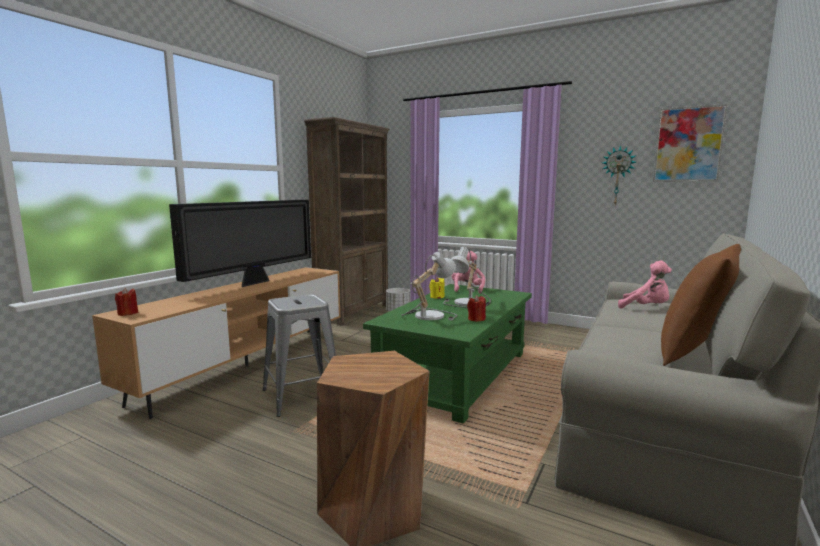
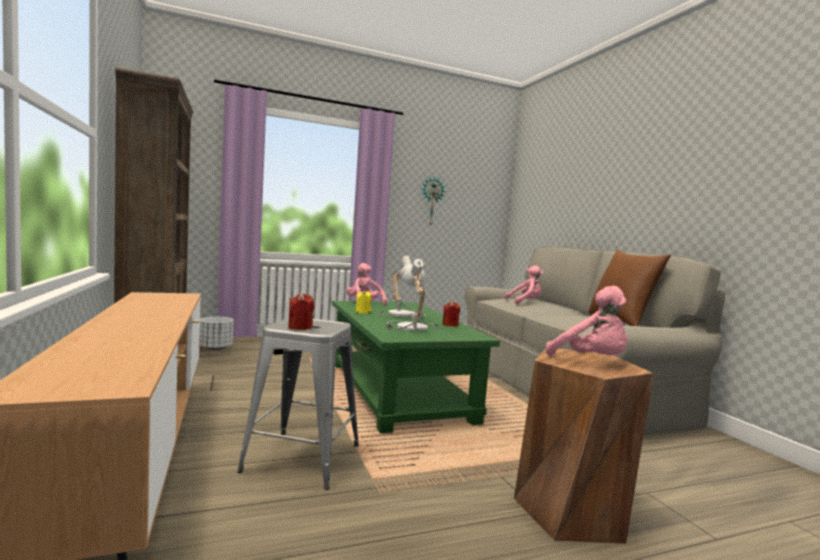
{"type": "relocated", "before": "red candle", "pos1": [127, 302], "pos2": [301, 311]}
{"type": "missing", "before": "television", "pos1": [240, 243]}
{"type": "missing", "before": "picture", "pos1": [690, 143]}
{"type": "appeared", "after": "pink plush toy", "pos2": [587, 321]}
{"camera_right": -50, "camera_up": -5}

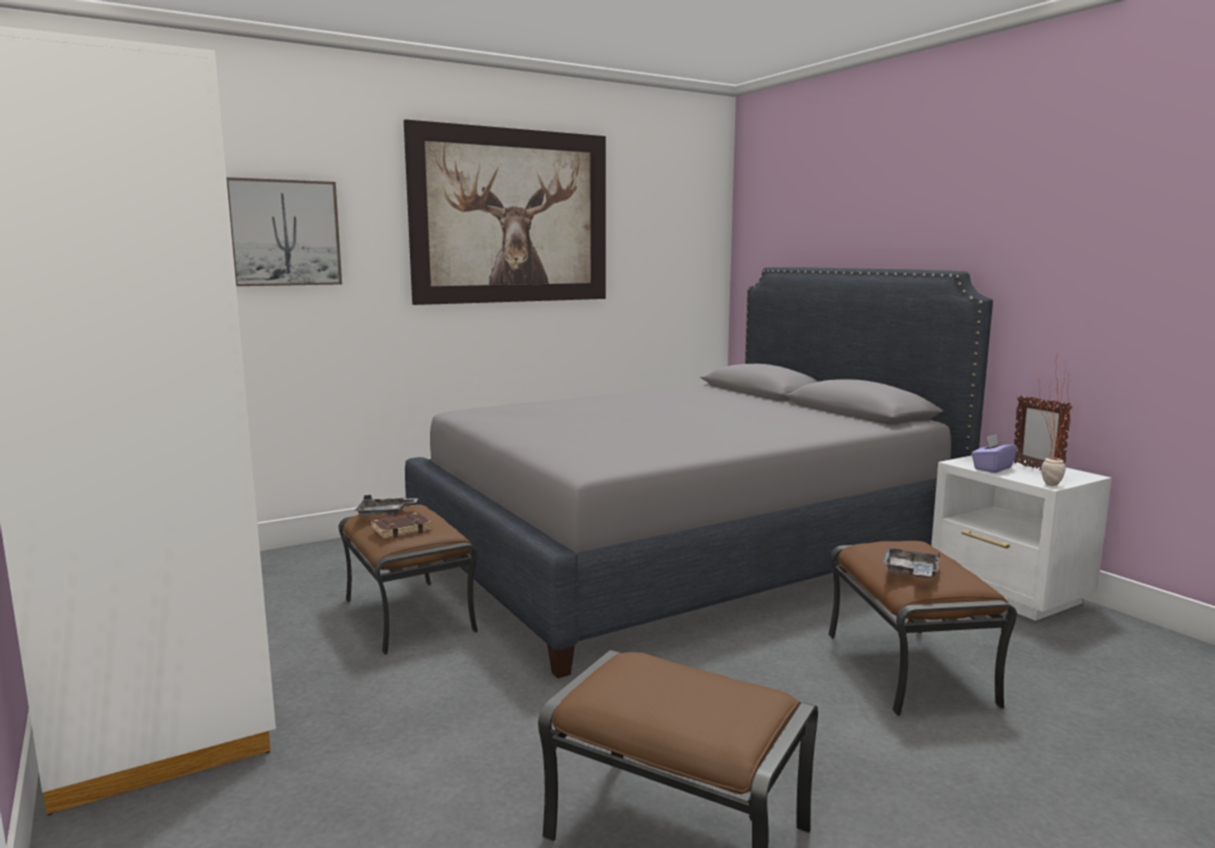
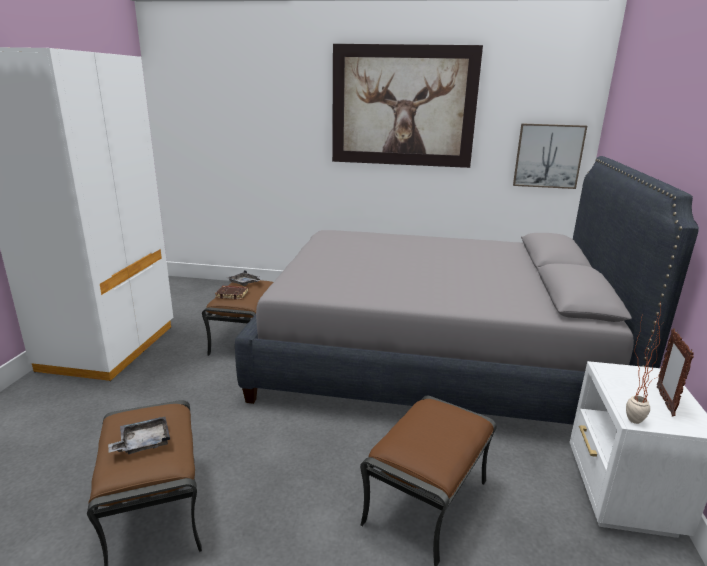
{"type": "relocated", "before": "picture", "pos1": [284, 231], "pos2": [550, 156]}
{"type": "relocated", "before": "grey tray", "pos1": [911, 562], "pos2": [139, 435]}
{"type": "missing", "before": "purple tissue box", "pos1": [994, 453]}
{"camera_right": 40, "camera_up": 10}

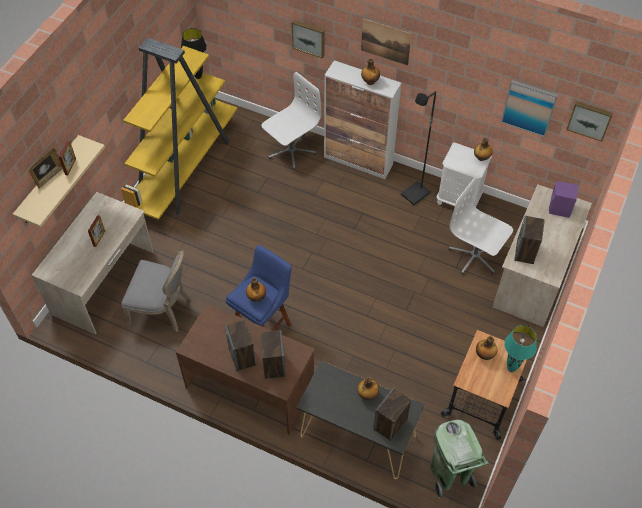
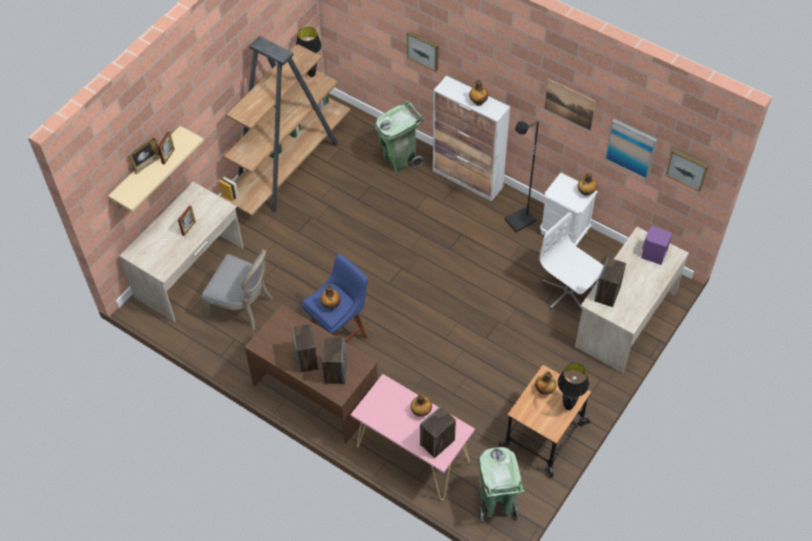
{"type": "colour", "before": "yellow bookcase", "after": "brown bookcase", "pos1": [179, 128], "pos2": [284, 126]}
{"type": "exchanged", "before": "white office chair", "after": "green trash can", "pos1": [291, 121], "pos2": [399, 137]}
{"type": "colour", "before": "black console table", "after": "pink console table", "pos1": [360, 420], "pos2": [413, 437]}
{"type": "relocated", "before": "picture", "pos1": [386, 42], "pos2": [570, 105]}
{"type": "colour", "before": "turquoise table lamp", "after": "black table lamp", "pos1": [520, 348], "pos2": [573, 386]}
{"camera_right": 10, "camera_up": 0}

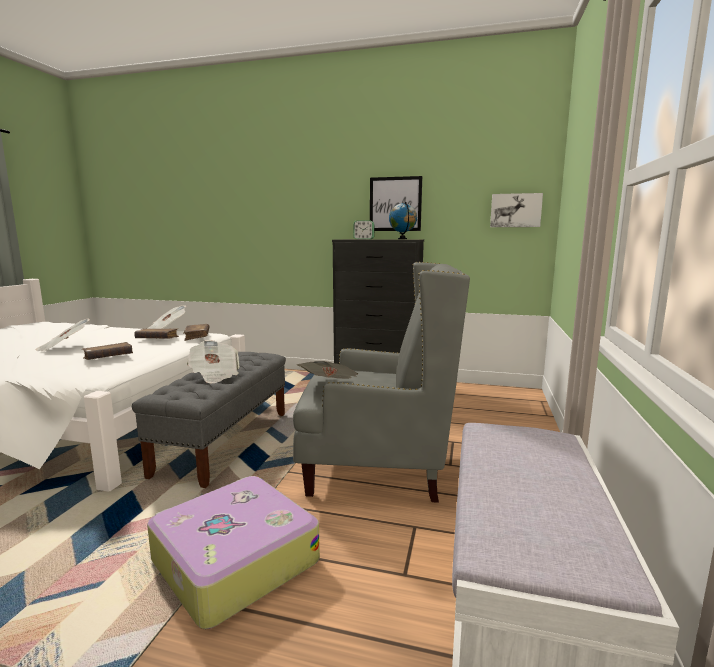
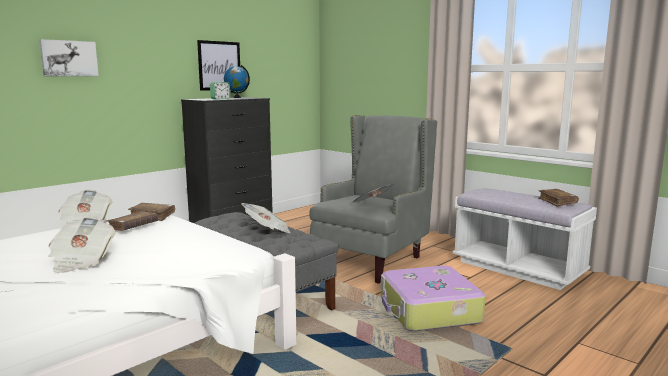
{"type": "relocated", "before": "brown book", "pos1": [107, 351], "pos2": [558, 198]}
{"type": "relocated", "before": "picture", "pos1": [516, 210], "pos2": [69, 57]}
{"camera_right": -60, "camera_up": 0}

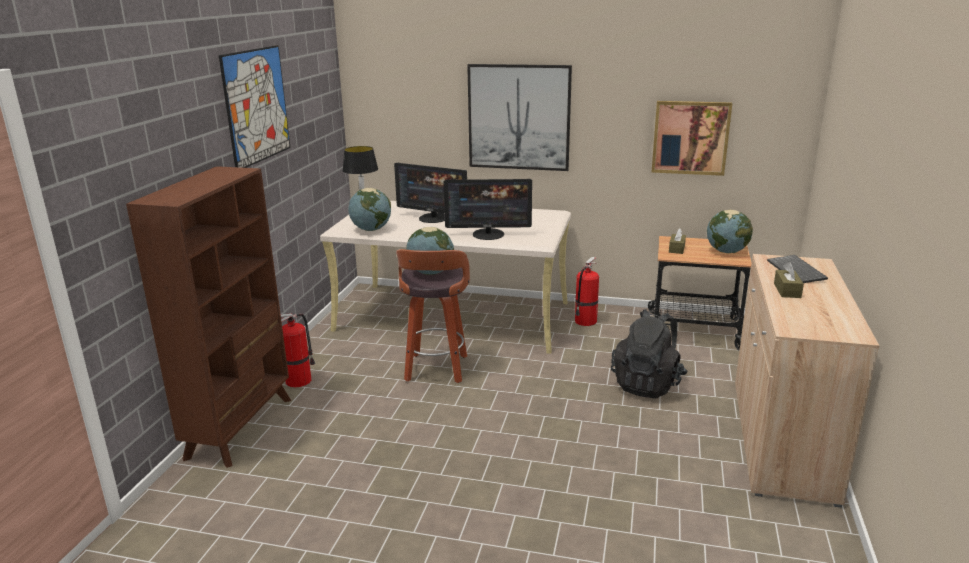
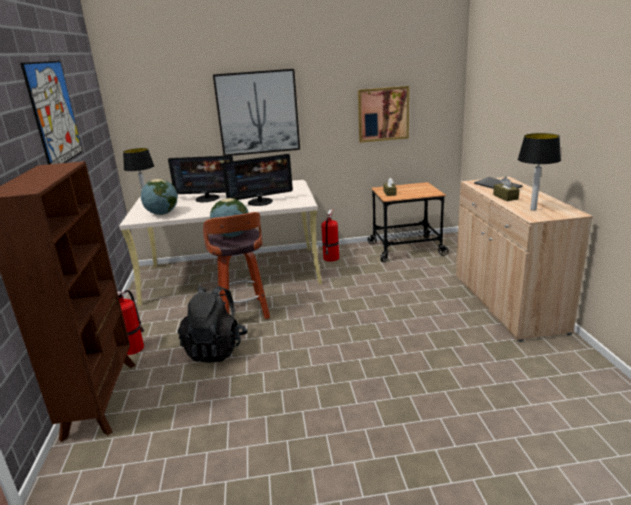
{"type": "relocated", "before": "black backpack", "pos1": [649, 353], "pos2": [213, 324]}
{"type": "missing", "before": "globe", "pos1": [730, 231]}
{"type": "appeared", "after": "table lamp", "pos2": [539, 172]}
{"camera_right": -20, "camera_up": 0}

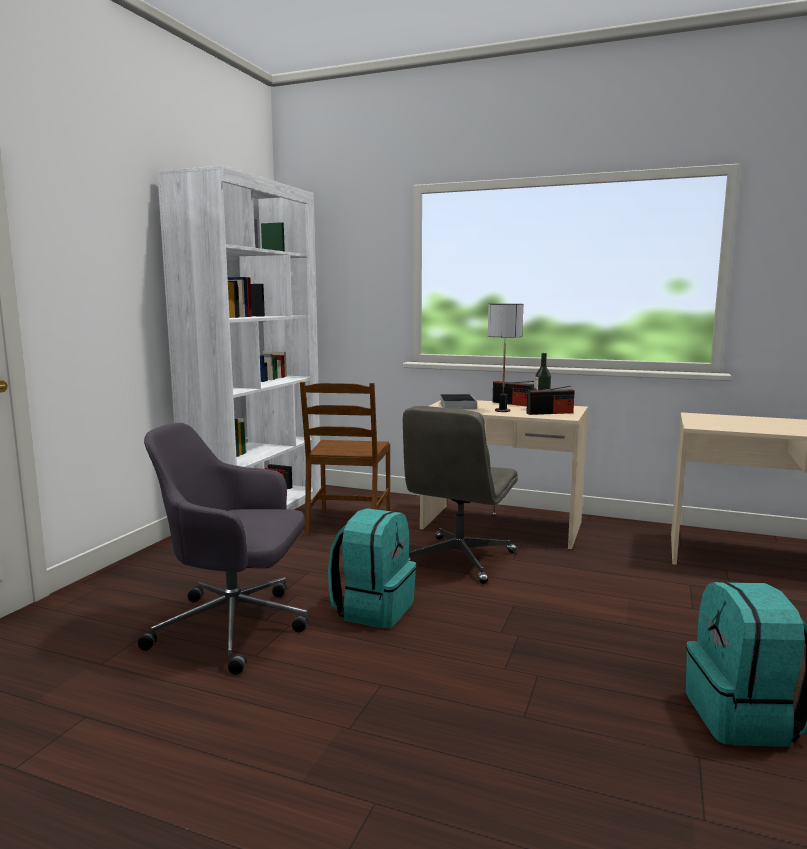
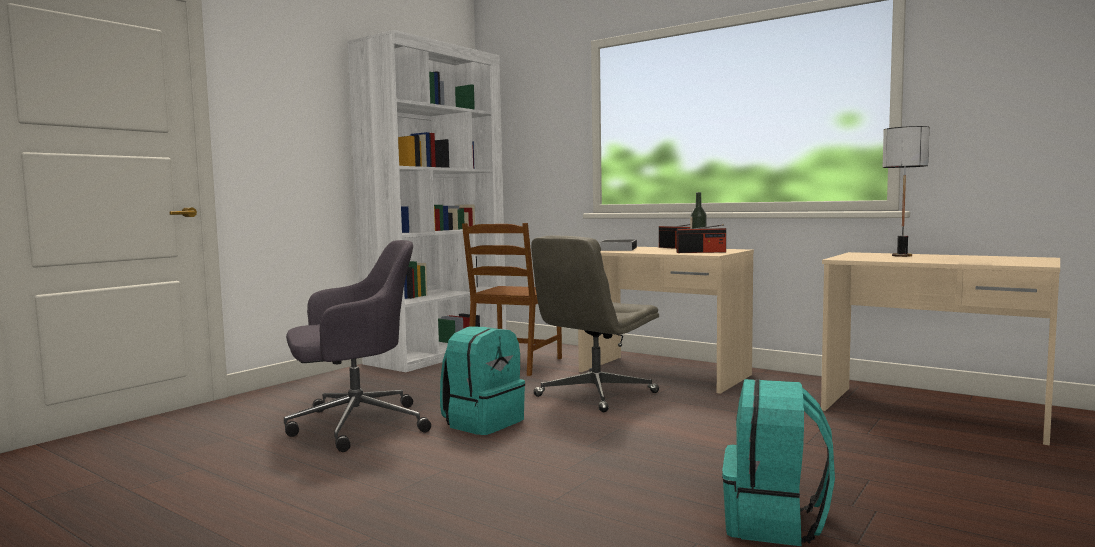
{"type": "spun", "before": "grey office chair", "pos1": [223, 549], "pos2": [357, 346], "turn": 135}
{"type": "relocated", "before": "table lamp", "pos1": [505, 358], "pos2": [906, 191]}
{"camera_right": 15, "camera_up": -5}

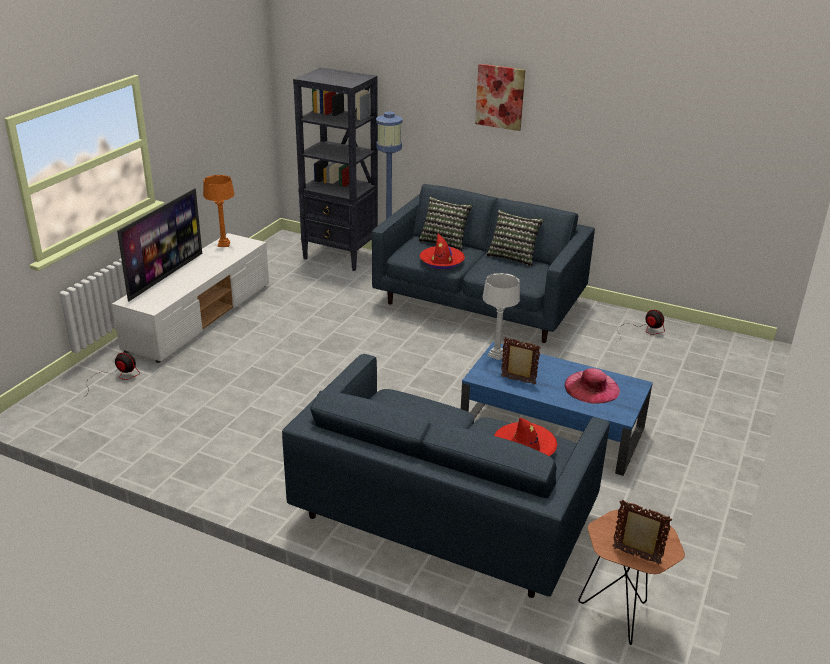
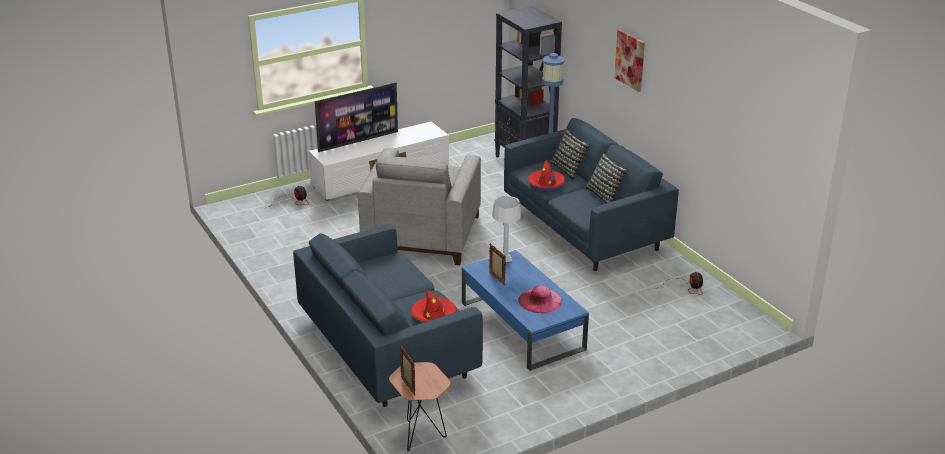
{"type": "missing", "before": "orange table lamp", "pos1": [219, 211]}
{"type": "appeared", "after": "grey armchair", "pos2": [419, 206]}
{"camera_right": 35, "camera_up": 0}

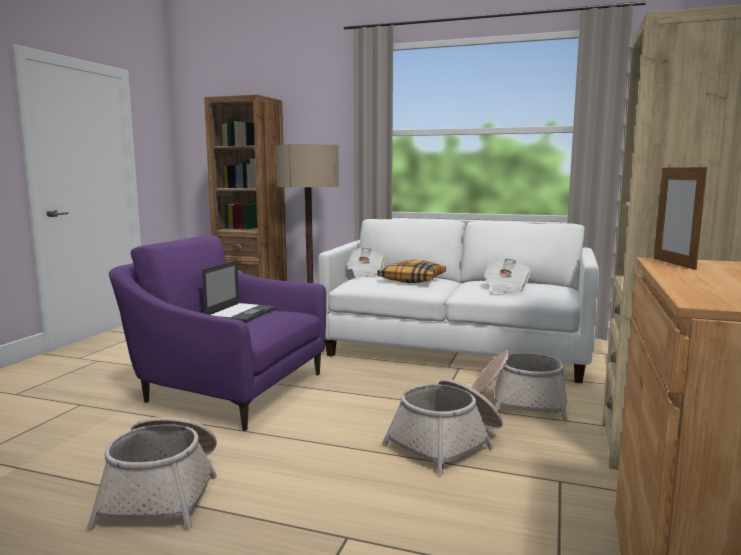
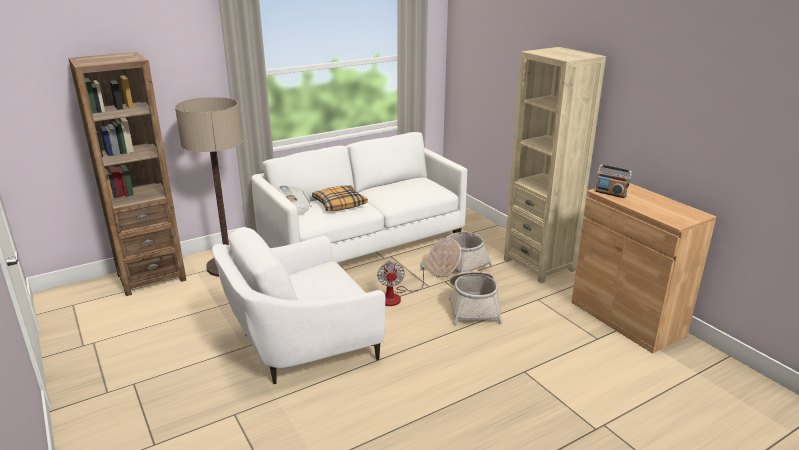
{"type": "missing", "before": "basket", "pos1": [152, 473]}
{"type": "colour", "before": "purple armchair", "after": "white armchair", "pos1": [217, 333], "pos2": [299, 306]}
{"type": "missing", "before": "laptop", "pos1": [239, 291]}
{"type": "missing", "before": "newspaper", "pos1": [507, 275]}
{"type": "exchanged", "before": "picture frame", "after": "radio", "pos1": [680, 217], "pos2": [613, 181]}
{"type": "appeared", "after": "fan", "pos2": [401, 283]}
{"camera_right": -50, "camera_up": 15}

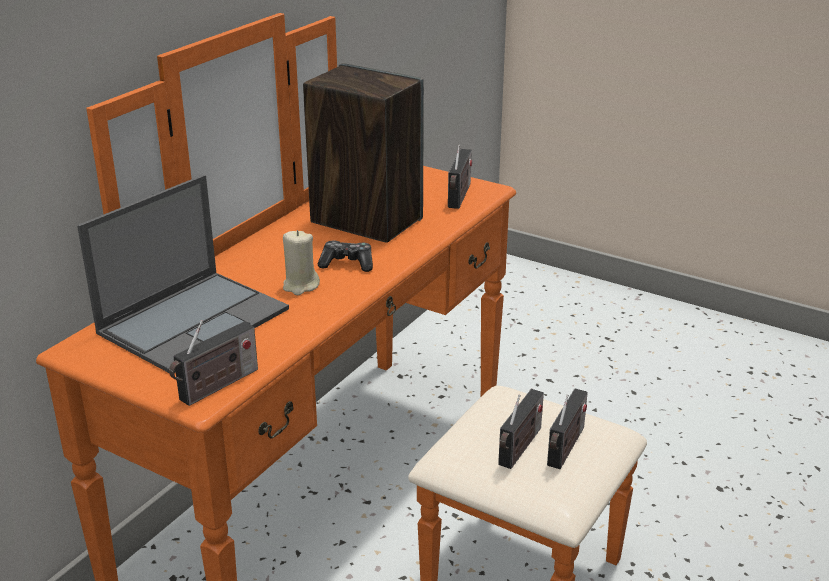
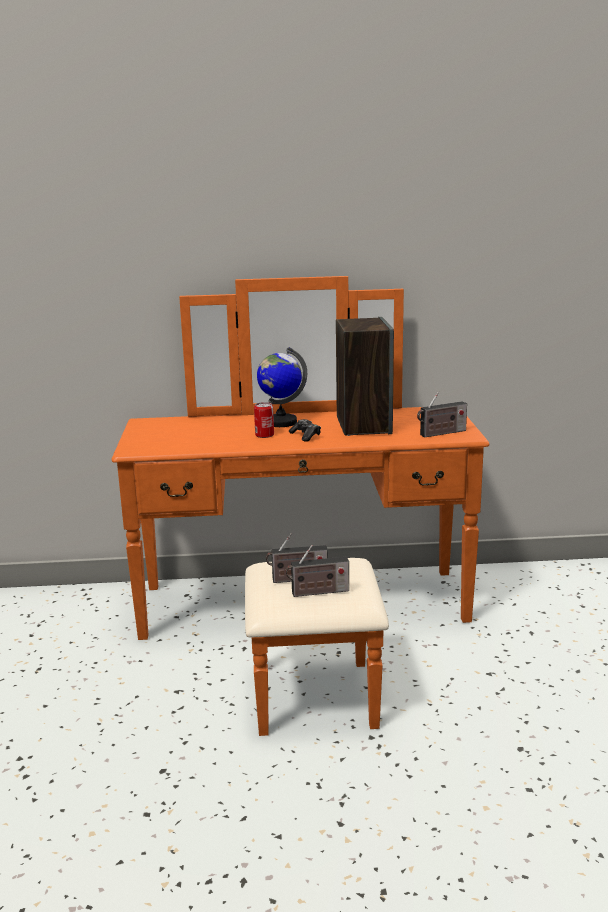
{"type": "missing", "before": "laptop", "pos1": [183, 274]}
{"type": "missing", "before": "radio", "pos1": [213, 363]}
{"type": "exchanged", "before": "beige candle", "after": "can", "pos1": [301, 262], "pos2": [264, 420]}
{"type": "appeared", "after": "globe", "pos2": [282, 387]}
{"camera_right": 55, "camera_up": -10}

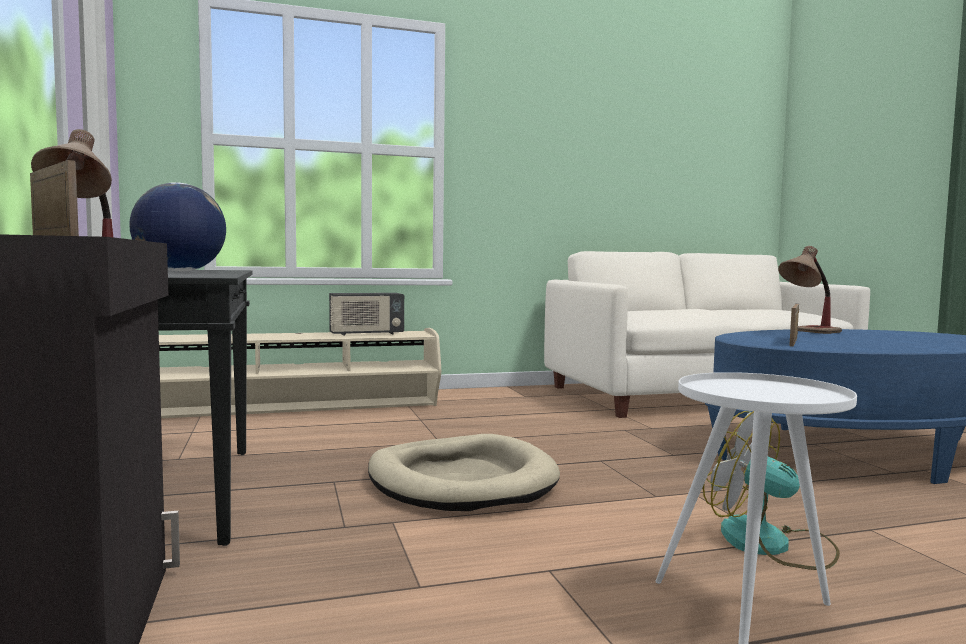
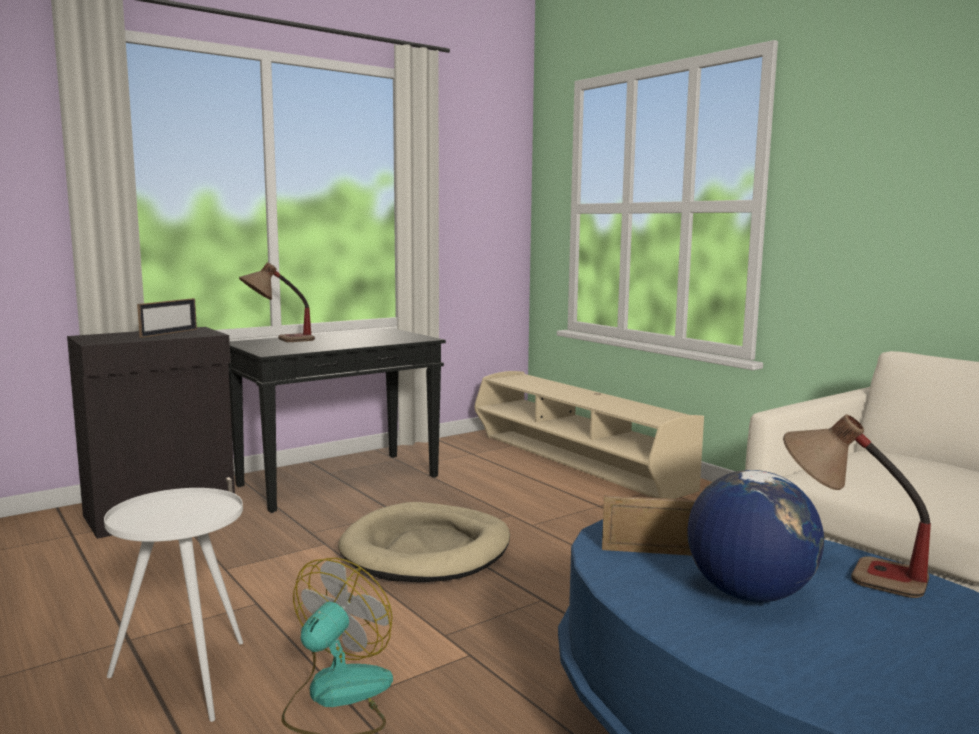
{"type": "relocated", "before": "globe", "pos1": [177, 227], "pos2": [755, 536]}
{"type": "missing", "before": "radio", "pos1": [366, 314]}
{"camera_right": 70, "camera_up": 5}

